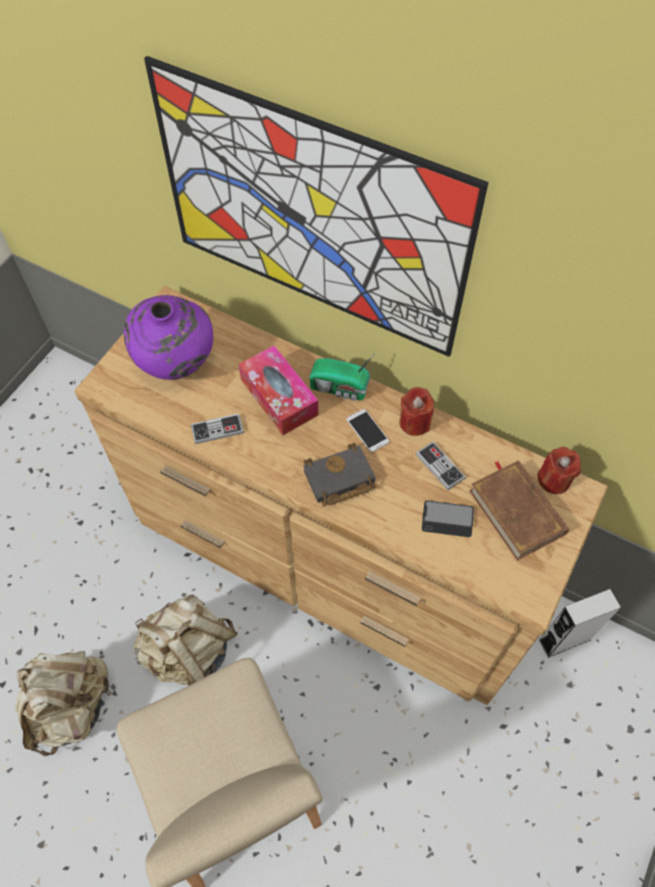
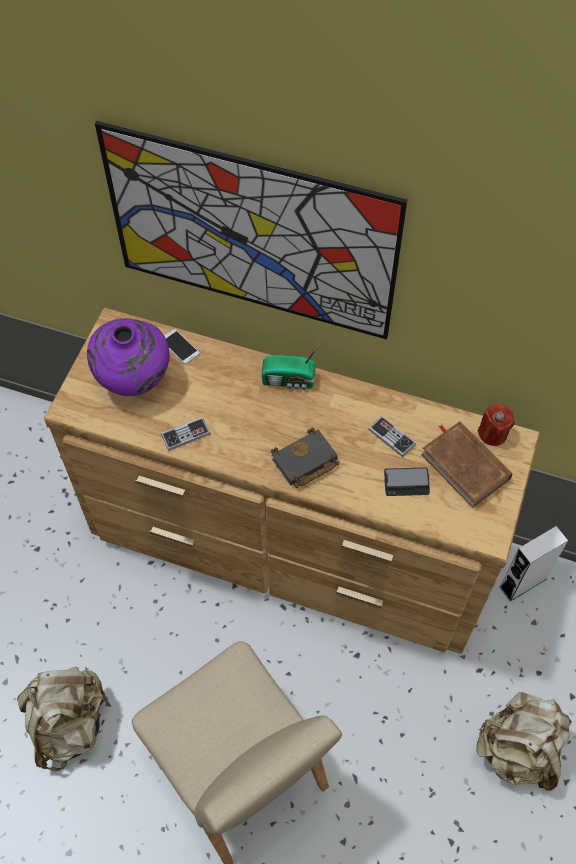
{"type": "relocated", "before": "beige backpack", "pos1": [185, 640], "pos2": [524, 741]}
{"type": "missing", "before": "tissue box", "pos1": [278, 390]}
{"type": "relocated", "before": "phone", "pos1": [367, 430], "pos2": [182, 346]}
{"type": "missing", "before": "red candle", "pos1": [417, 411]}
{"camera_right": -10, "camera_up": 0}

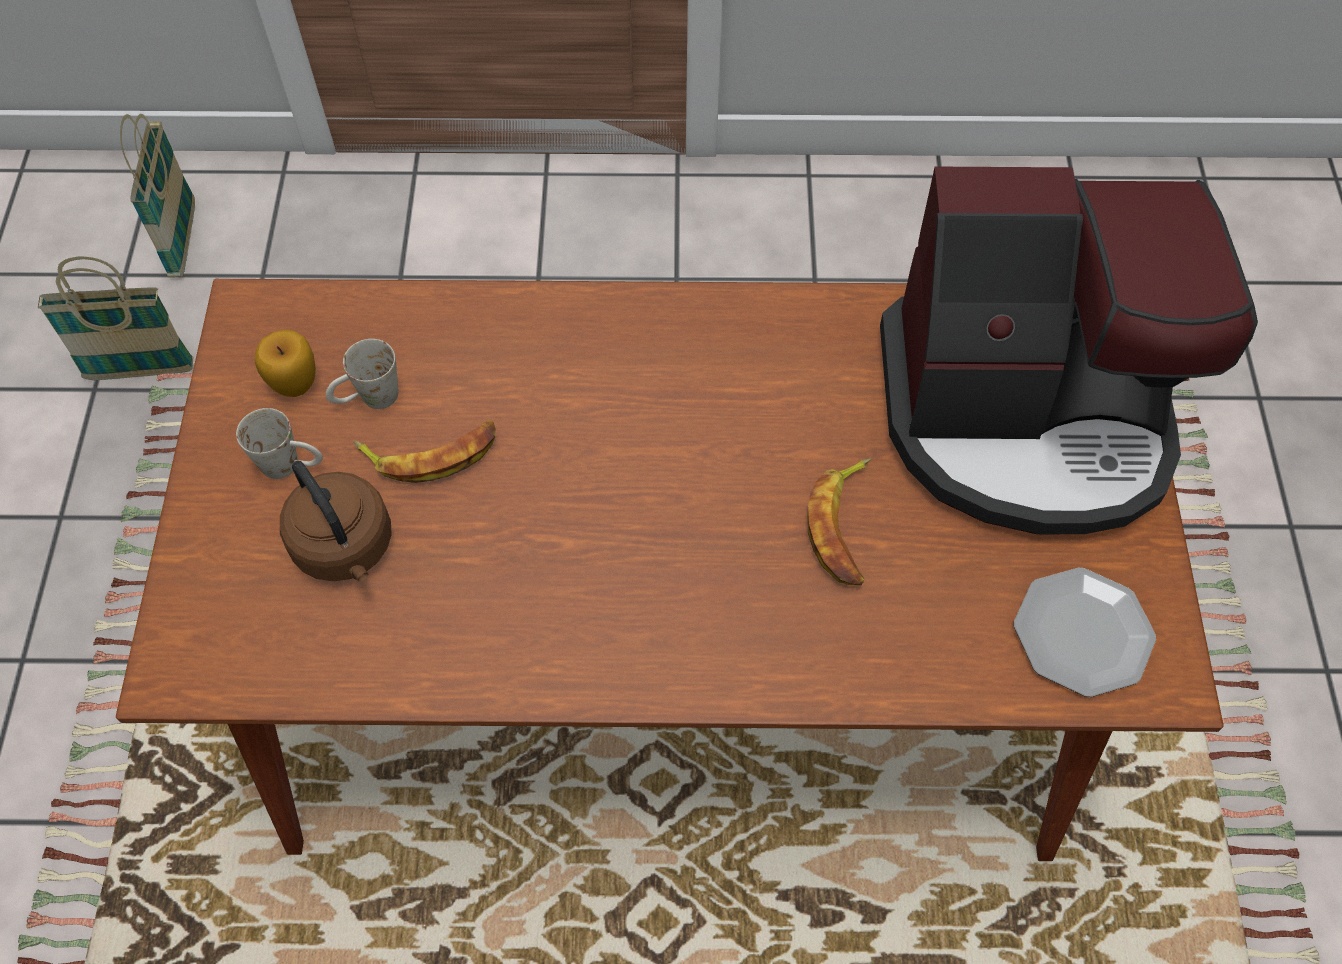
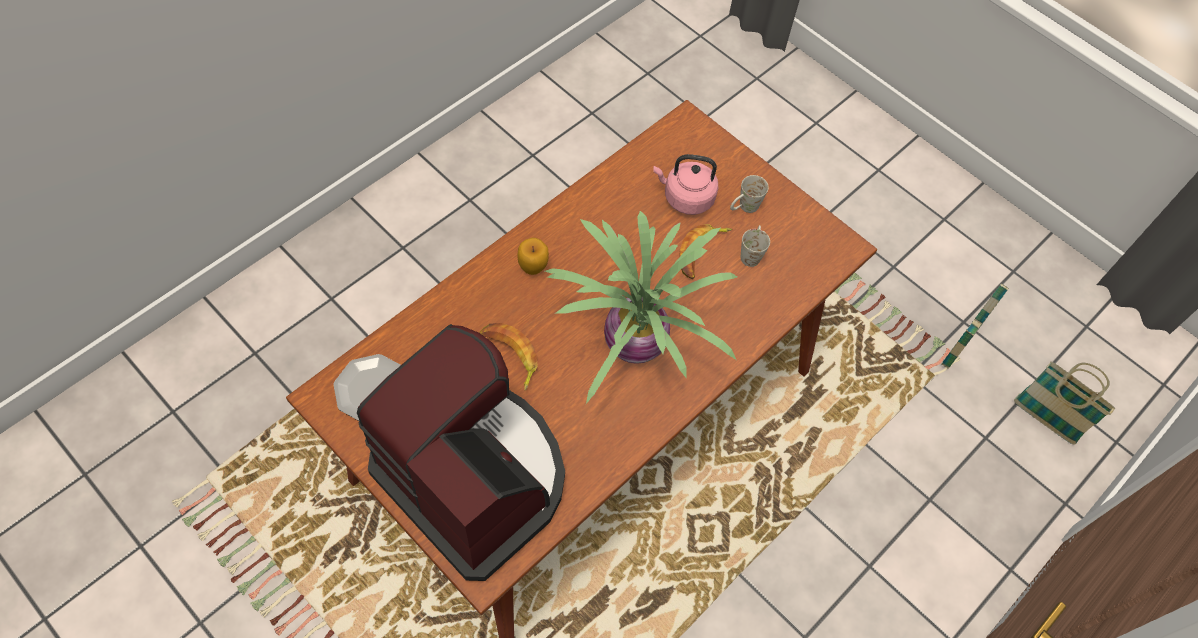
{"type": "relocated", "before": "apple", "pos1": [285, 363], "pos2": [533, 256]}
{"type": "colour", "before": "brown kettle", "after": "pink kettle", "pos1": [336, 521], "pos2": [685, 184]}
{"type": "spun", "before": "coffee machine", "pos1": [1069, 351], "pos2": [461, 452], "turn": 90}
{"type": "appeared", "after": "potted plant", "pos2": [641, 307]}
{"camera_right": 130, "camera_up": 0}

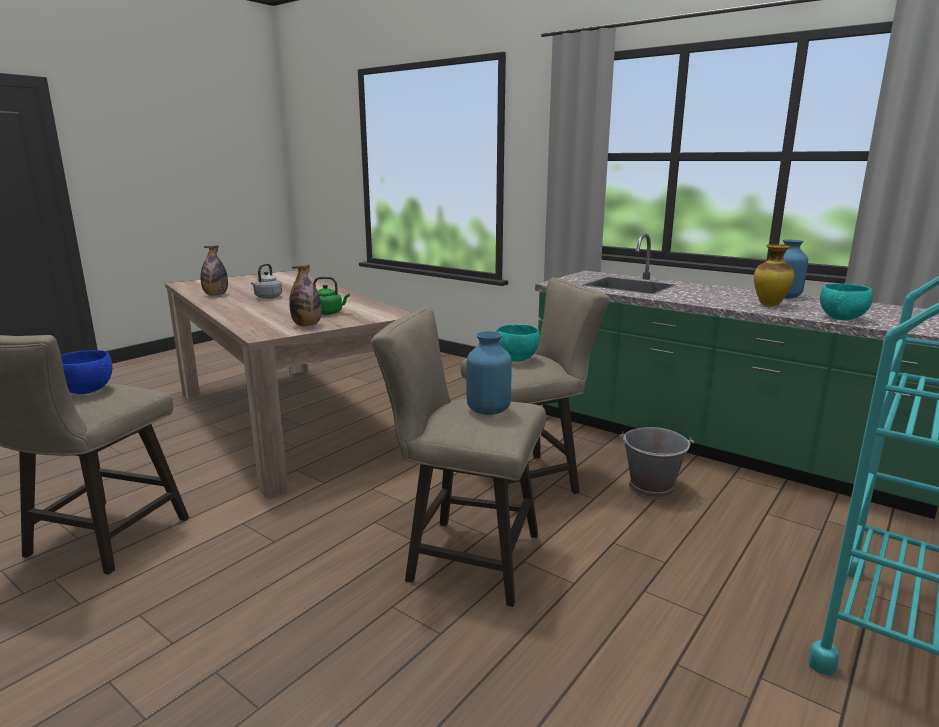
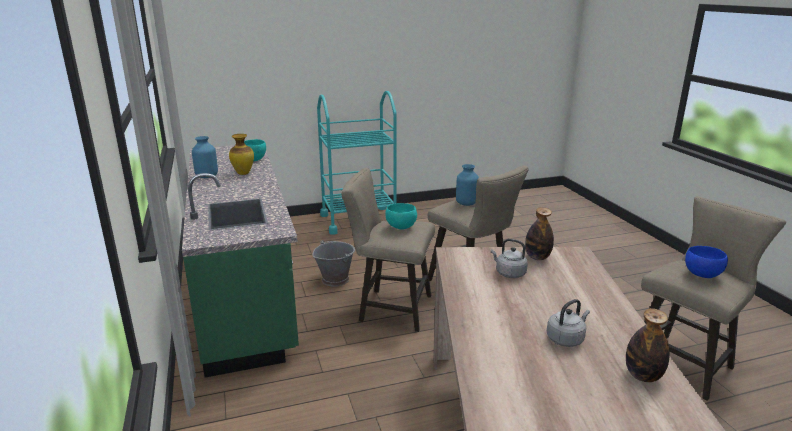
{"type": "colour", "before": "green kettle", "after": "grey kettle", "pos1": [331, 296], "pos2": [509, 258]}
{"camera_right": -145, "camera_up": 5}

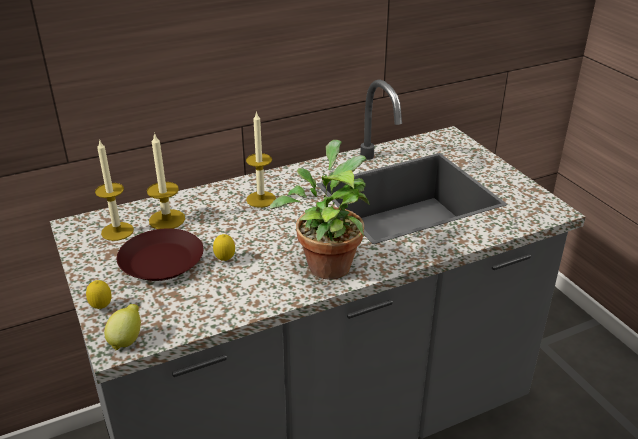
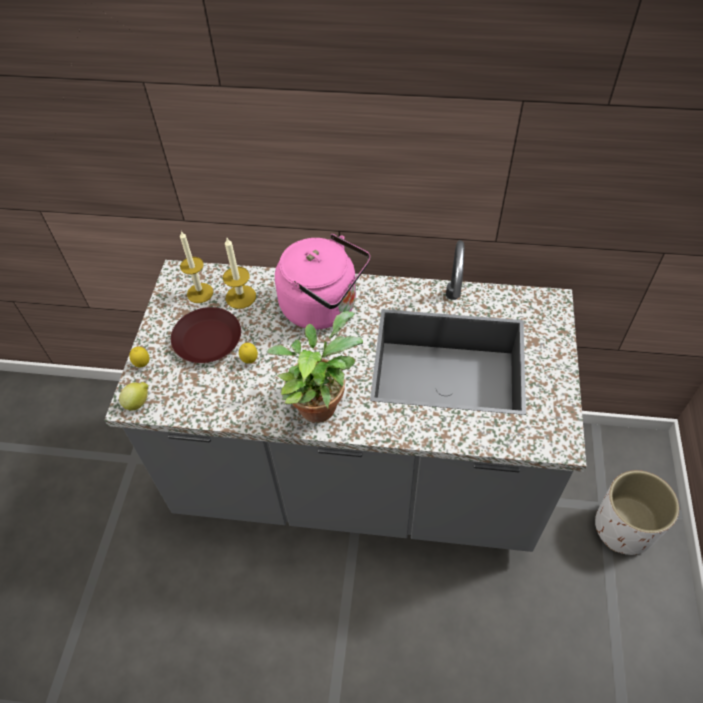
{"type": "exchanged", "before": "candle", "after": "pink kettle", "pos1": [261, 159], "pos2": [322, 282]}
{"type": "appeared", "after": "white planter", "pos2": [637, 512]}
{"camera_right": 35, "camera_up": 20}

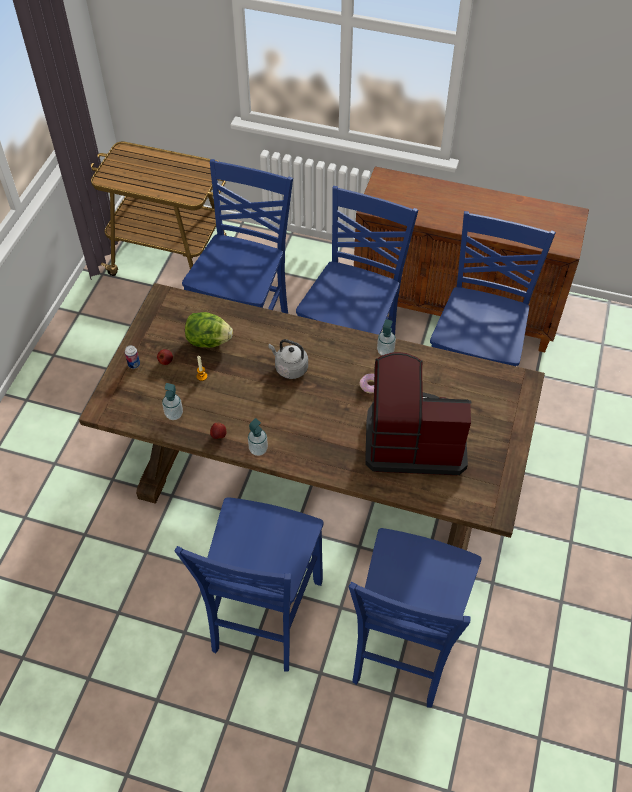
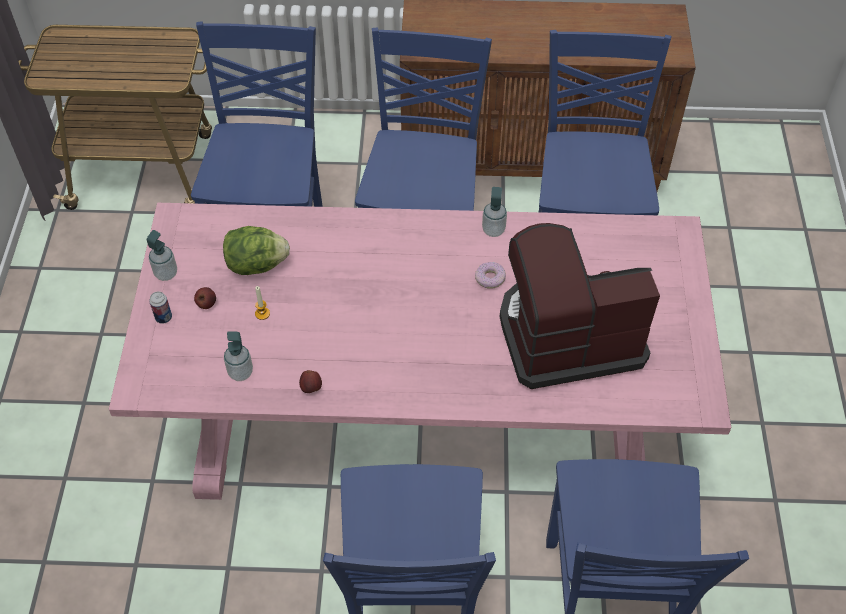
{"type": "colour", "before": "brown dining table", "after": "pink dining table", "pos1": [312, 417], "pos2": [420, 351]}
{"type": "relocated", "before": "soap dispenser", "pos1": [258, 437], "pos2": [162, 255]}
{"type": "missing", "before": "grey kettle", "pos1": [288, 359]}
{"camera_right": -15, "camera_up": 0}

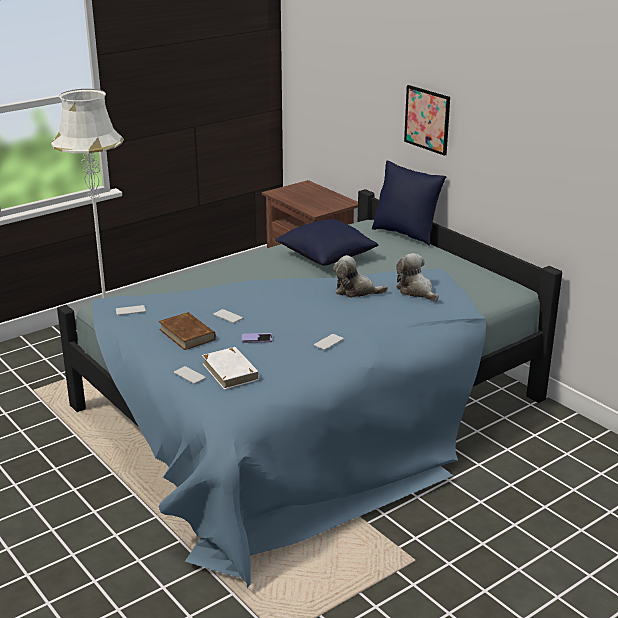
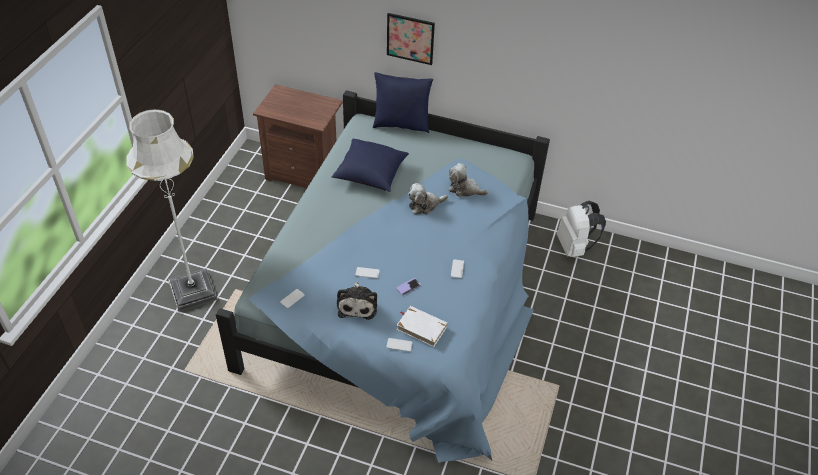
{"type": "exchanged", "before": "brown book", "after": "plush toy", "pos1": [187, 331], "pos2": [357, 301]}
{"type": "appeared", "after": "white backpack", "pos2": [581, 229]}
{"camera_right": -35, "camera_up": 20}

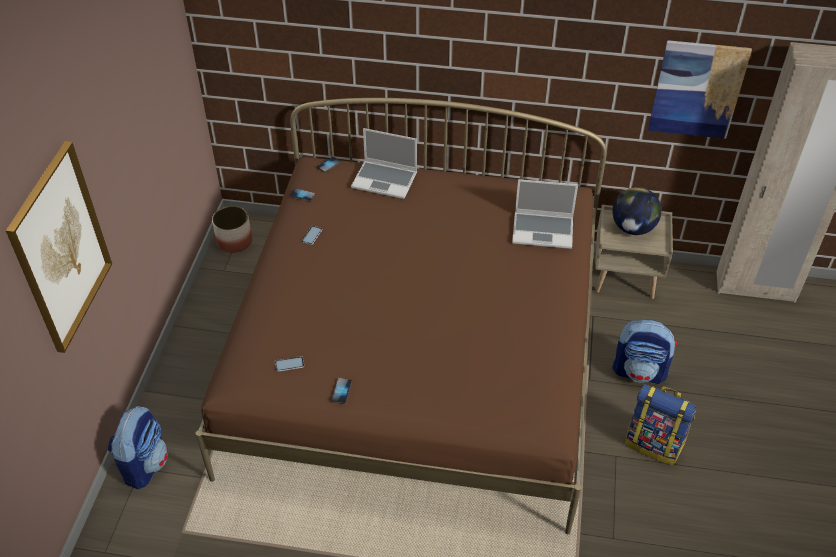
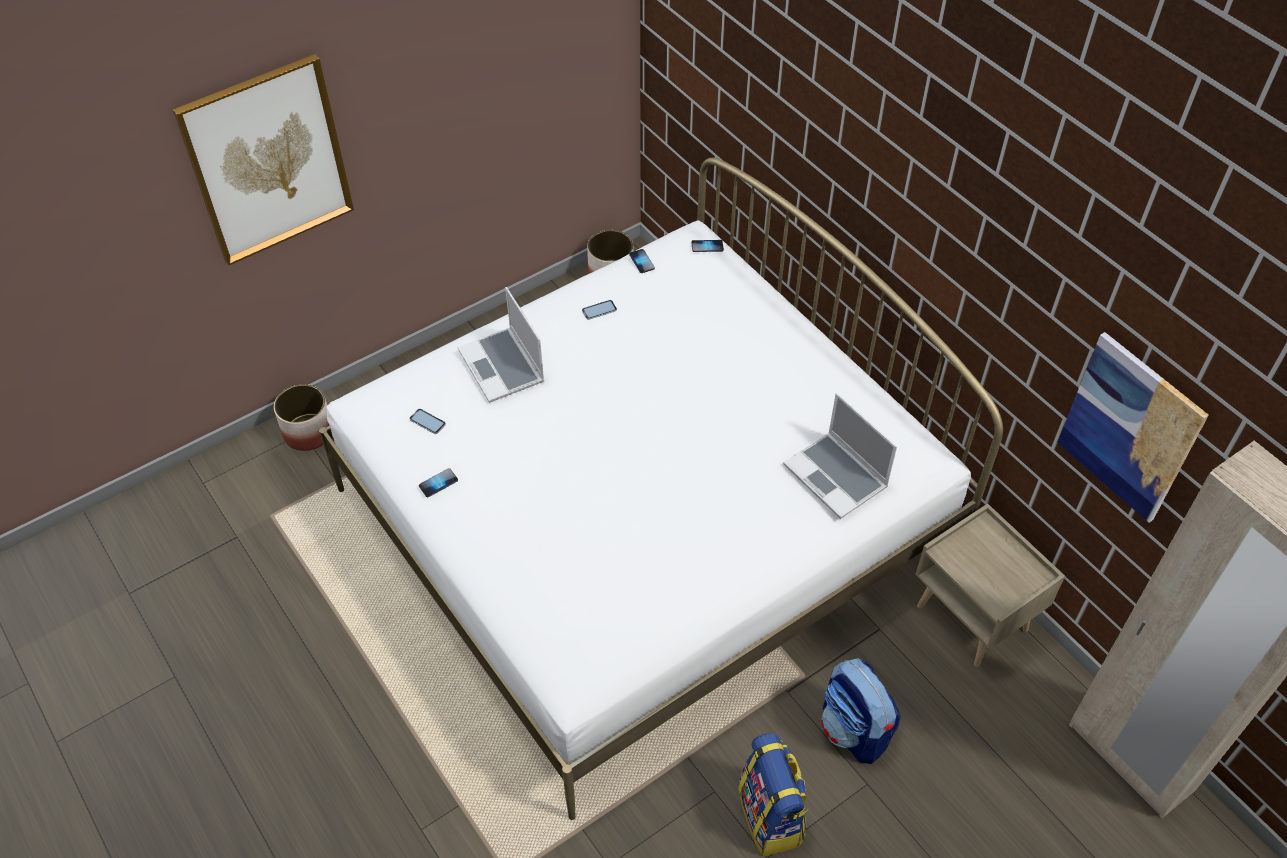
{"type": "exchanged", "before": "backpack", "after": "planter", "pos1": [138, 447], "pos2": [302, 417]}
{"type": "colour", "before": "brown bed", "after": "white bed", "pos1": [401, 316], "pos2": [661, 489]}
{"type": "relocated", "before": "laptop", "pos1": [384, 163], "pos2": [501, 345]}
{"type": "missing", "before": "globe", "pos1": [637, 211]}
{"camera_right": 45, "camera_up": 5}

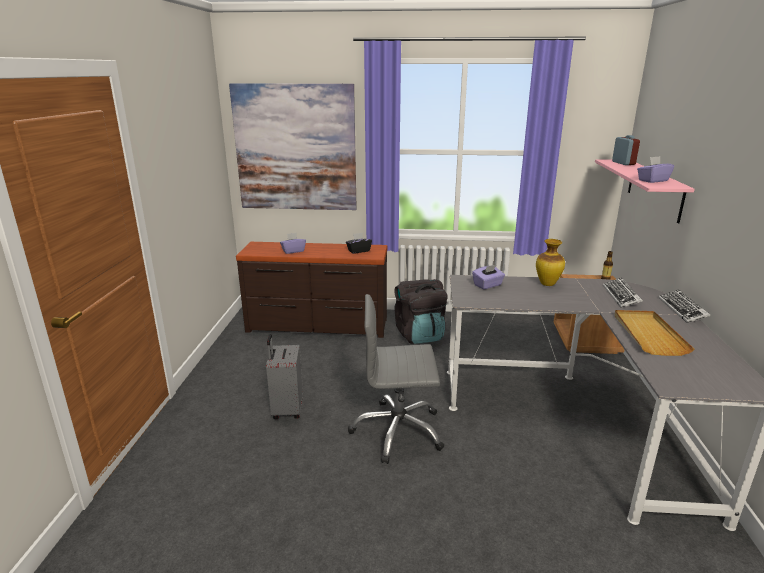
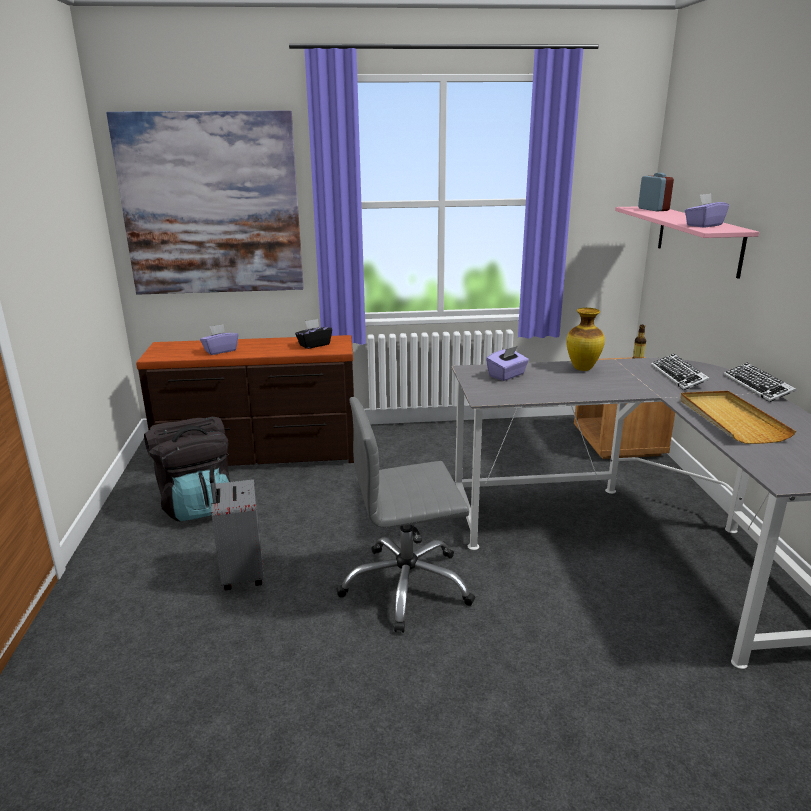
{"type": "relocated", "before": "black backpack", "pos1": [421, 311], "pos2": [187, 469]}
{"camera_right": -10, "camera_up": 0}

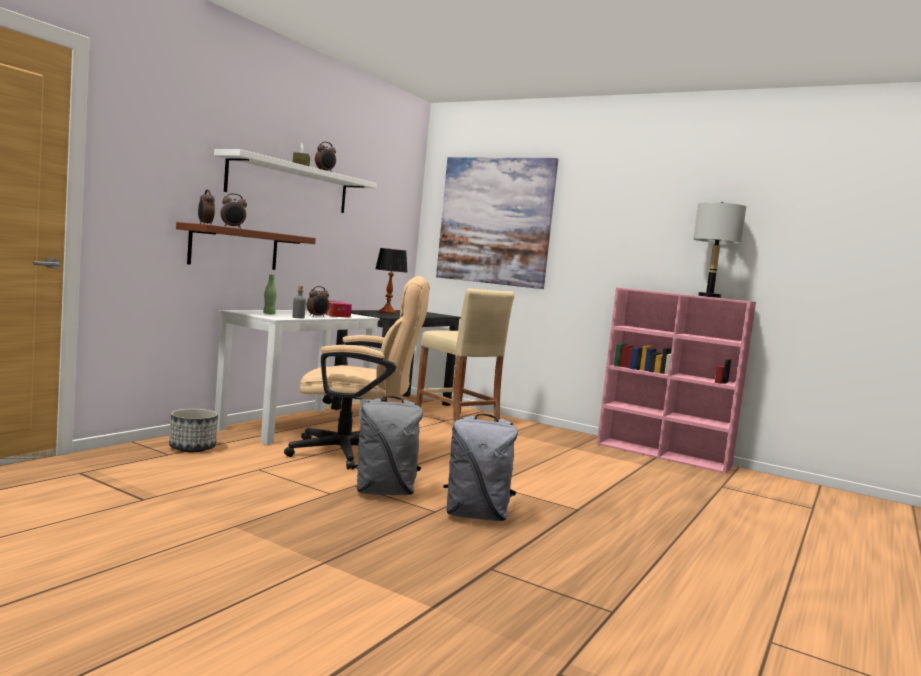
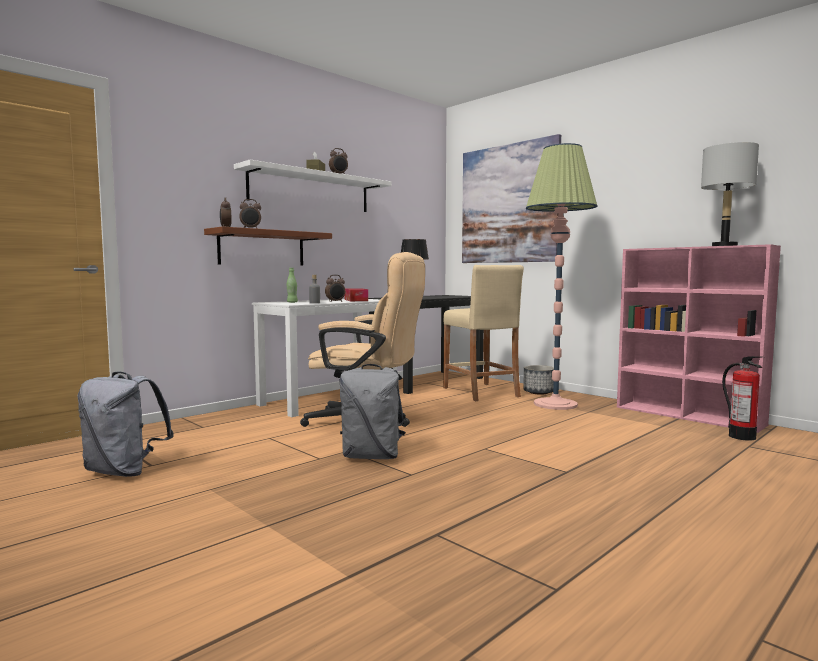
{"type": "relocated", "before": "planter", "pos1": [193, 430], "pos2": [538, 380]}
{"type": "relocated", "before": "grey backpack", "pos1": [480, 467], "pos2": [126, 424]}
{"type": "appeared", "after": "floor lamp", "pos2": [561, 276]}
{"type": "appeared", "after": "fire extinguisher", "pos2": [742, 398]}
{"camera_right": 15, "camera_up": 0}

